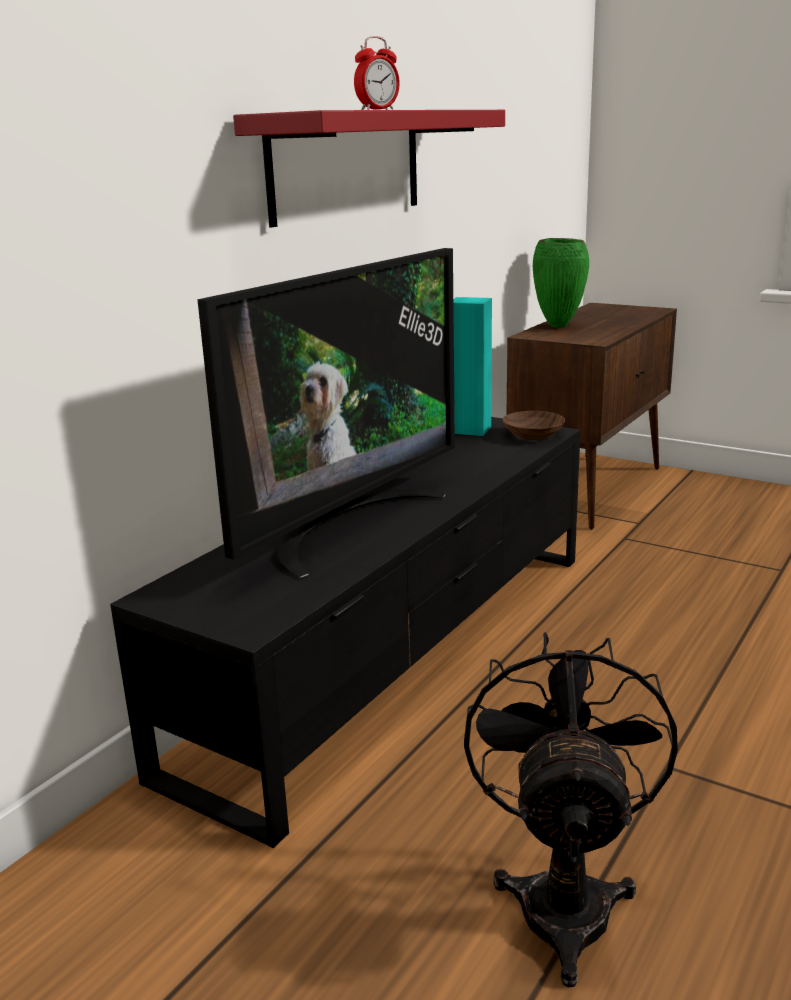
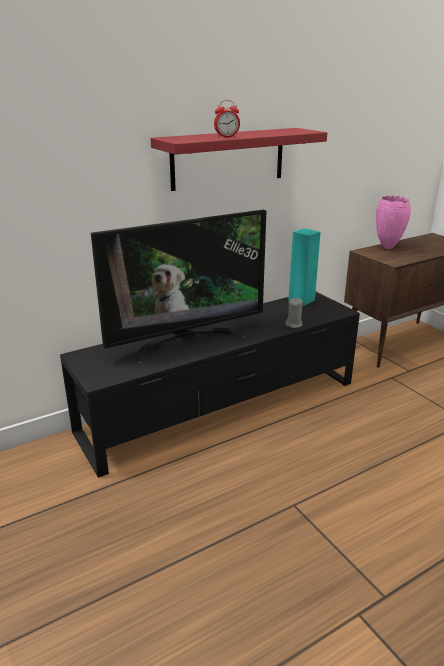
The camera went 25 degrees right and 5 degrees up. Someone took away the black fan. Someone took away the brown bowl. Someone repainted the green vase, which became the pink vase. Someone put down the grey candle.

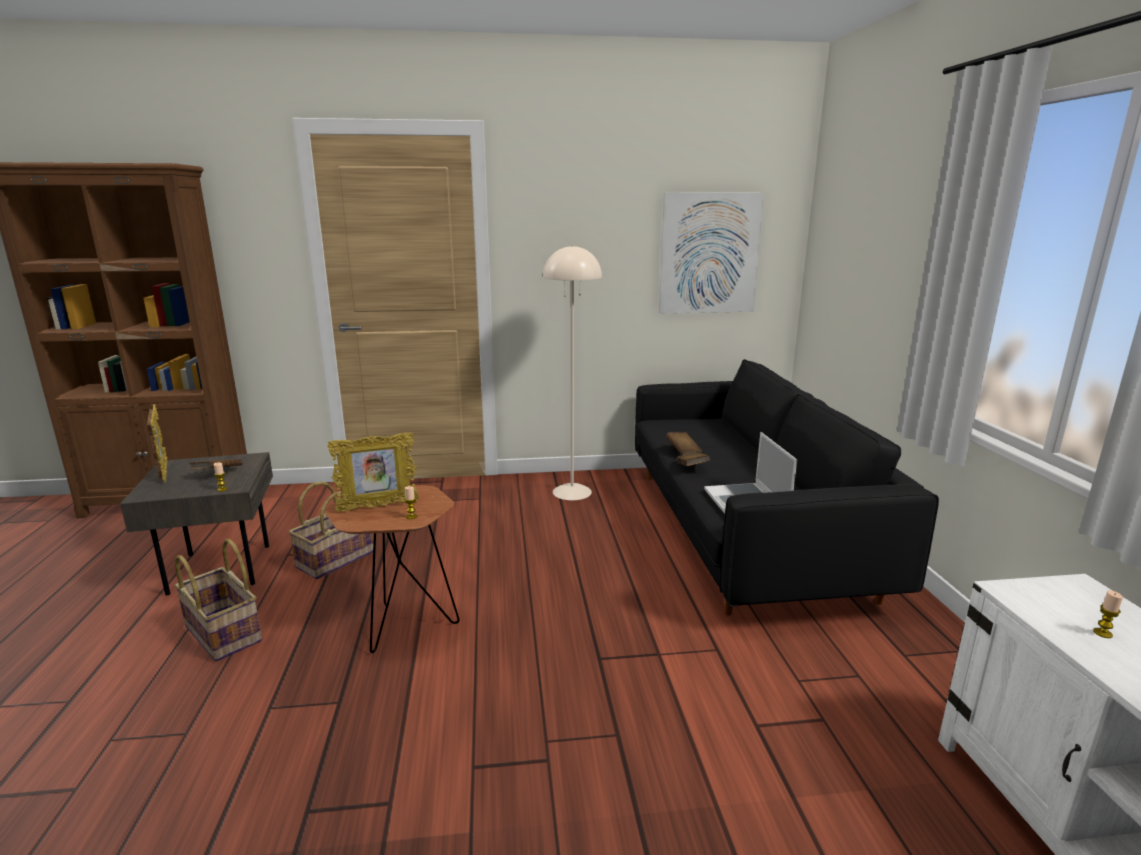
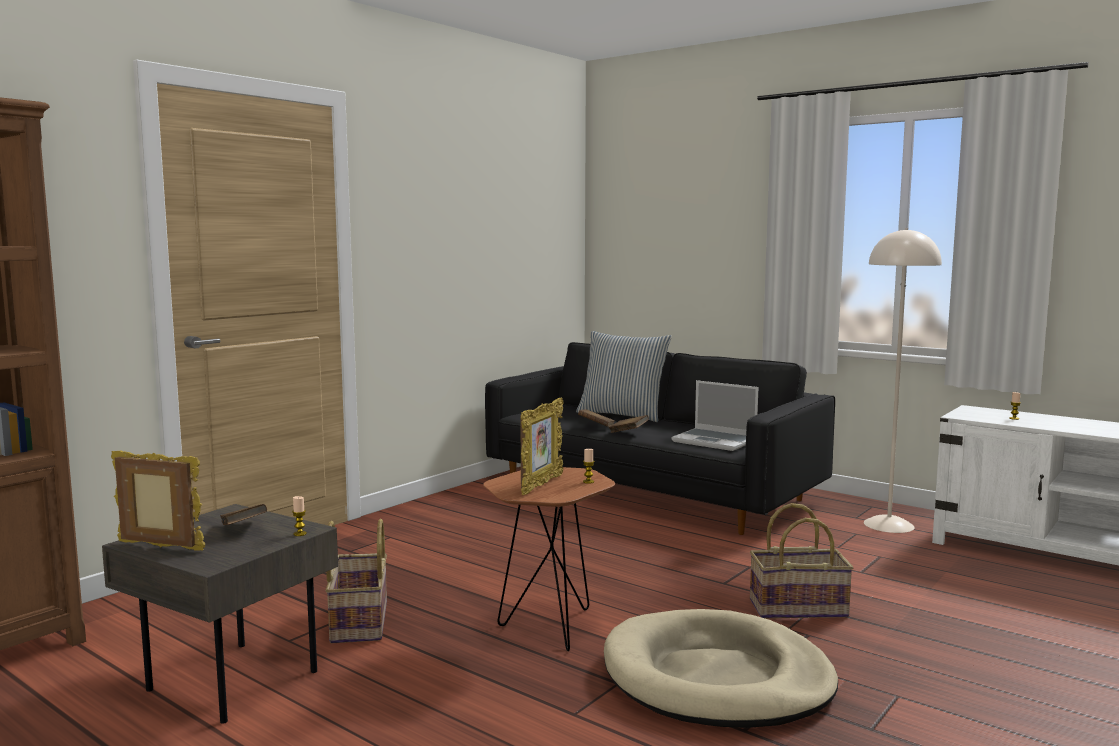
The camera went 45 degrees left and 10 degrees down. Someone carried the basket (1st from left in the first image). Someone carried the beige floor lamp. Someone took away the picture. Someone put down the pillow. Someone put down the beige dog bed.

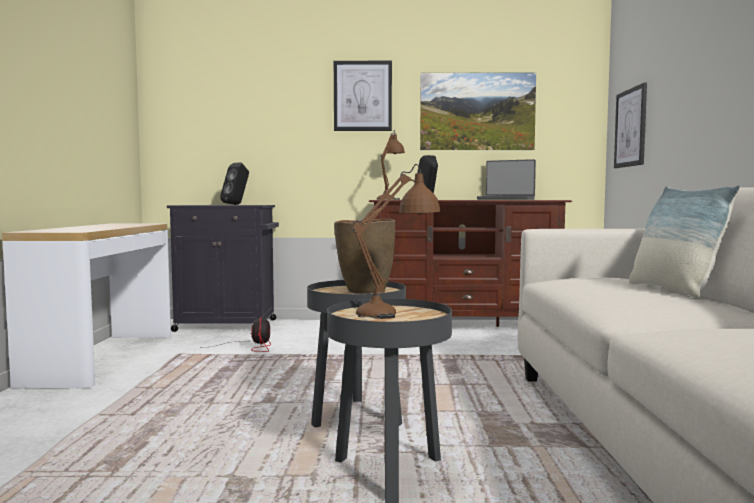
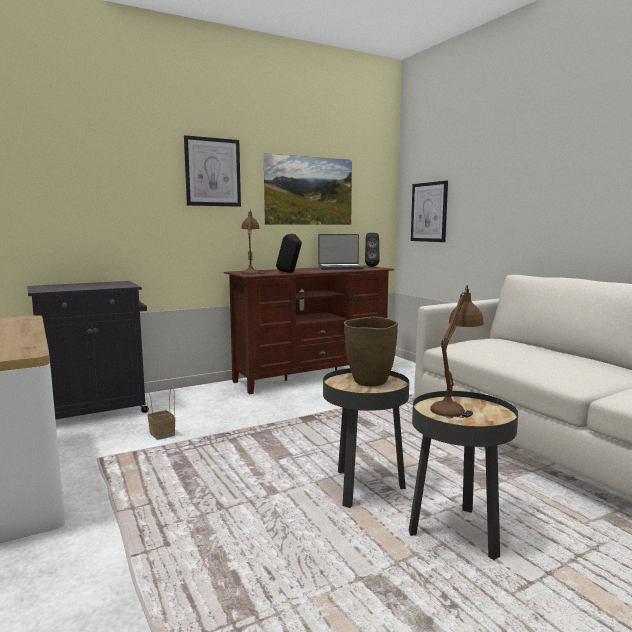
The camera went 30 degrees left and 5 degrees up. Someone swapped the fan for the basket. Someone carried the black speaker (1st from left in the first image). Someone took away the pillow.

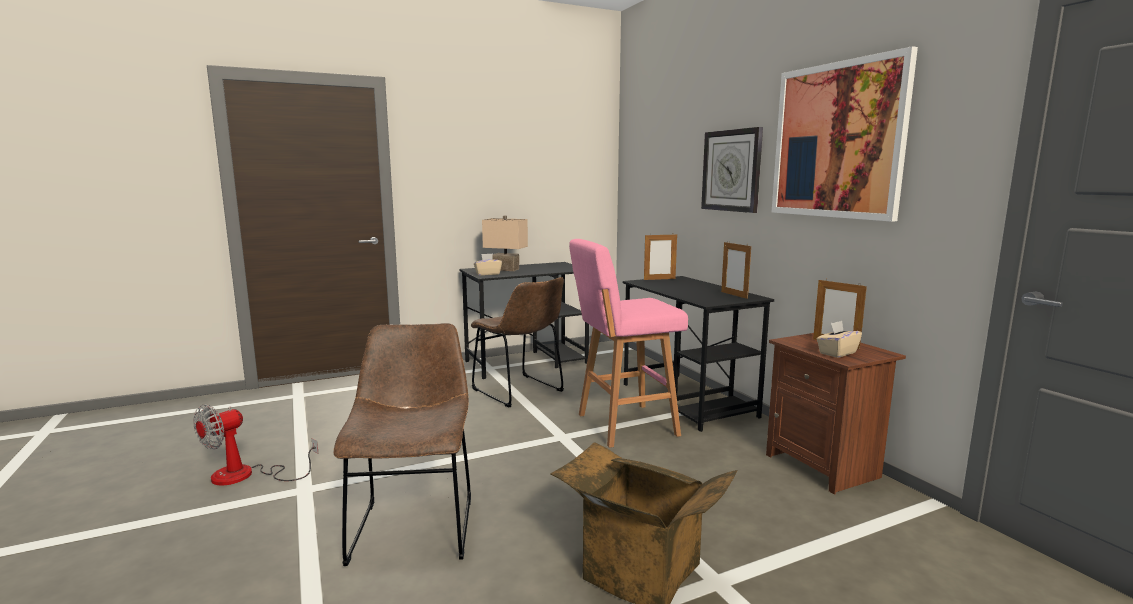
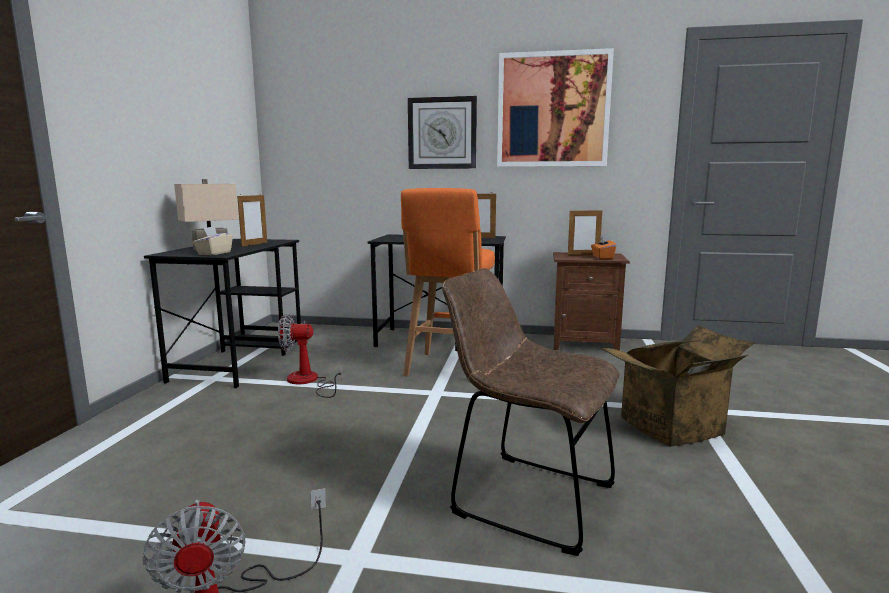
The camera went 55 degrees left and 0 degrees up. Someone swapped the brown chair (2nd from left) for the fan (2nd from left). Someone repainted the pink stool, which became the orange stool. Someone carried the picture frame (1st from left). Someone repainted the beige tissue box (2nd from left), which became the orange tissue box.

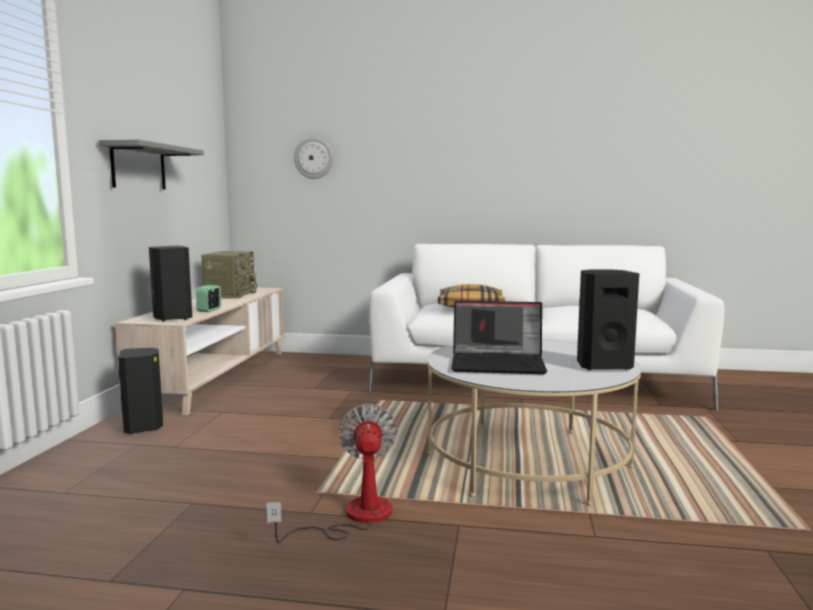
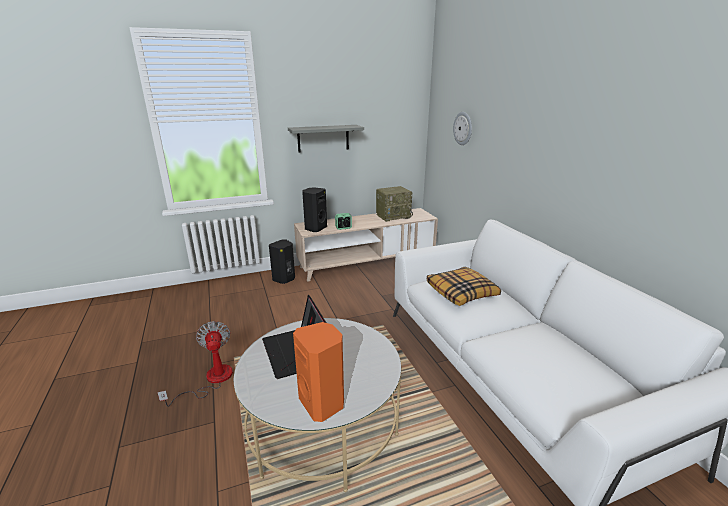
The camera went 60 degrees right and 15 degrees up. Someone rotated the fan by 75 degrees counterclockwise. Someone repainted the black speaker (3rd from left), which became the orange speaker.

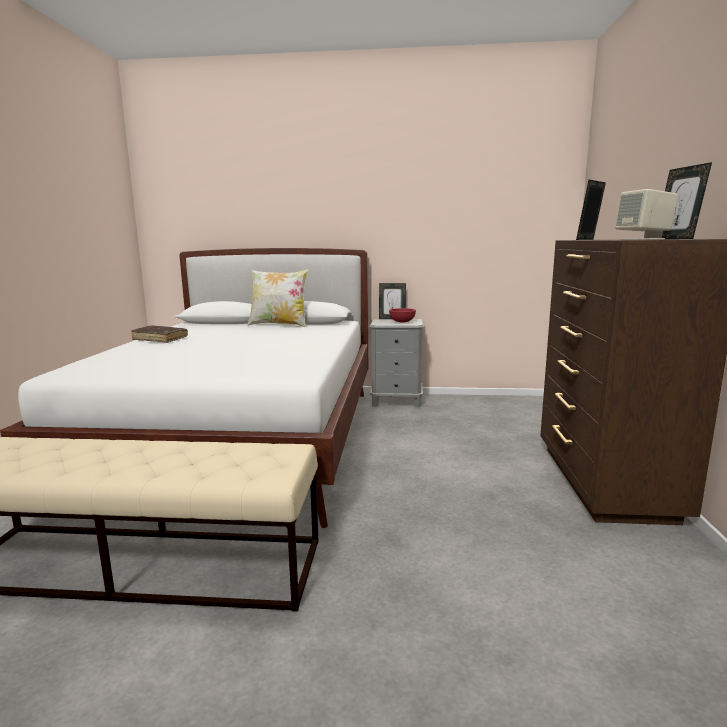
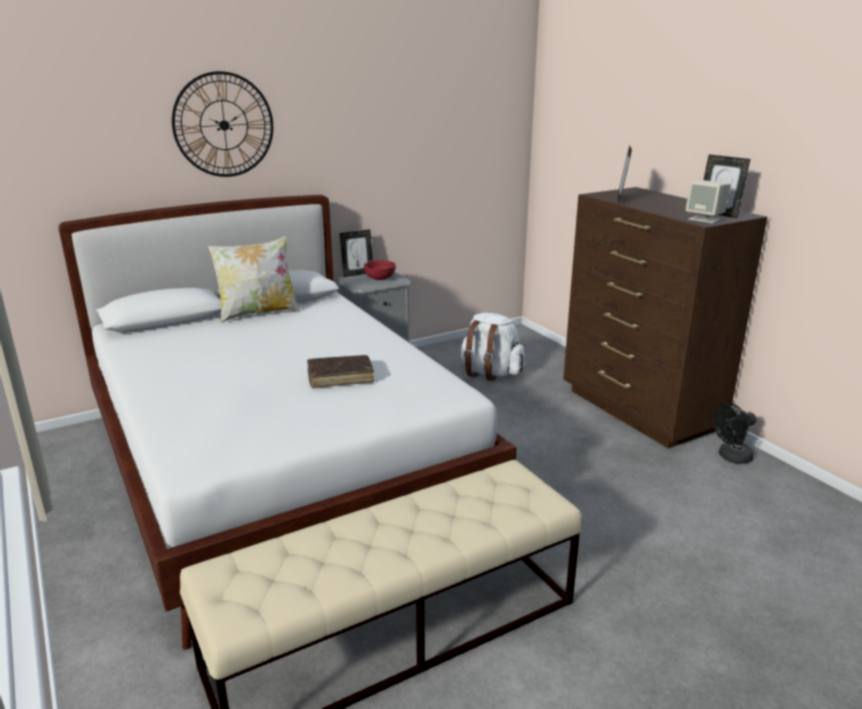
The camera went 35 degrees left and 10 degrees up. Someone carried the brown book. Someone put up the wall clock. Someone put down the white backpack. Someone put down the black fan.

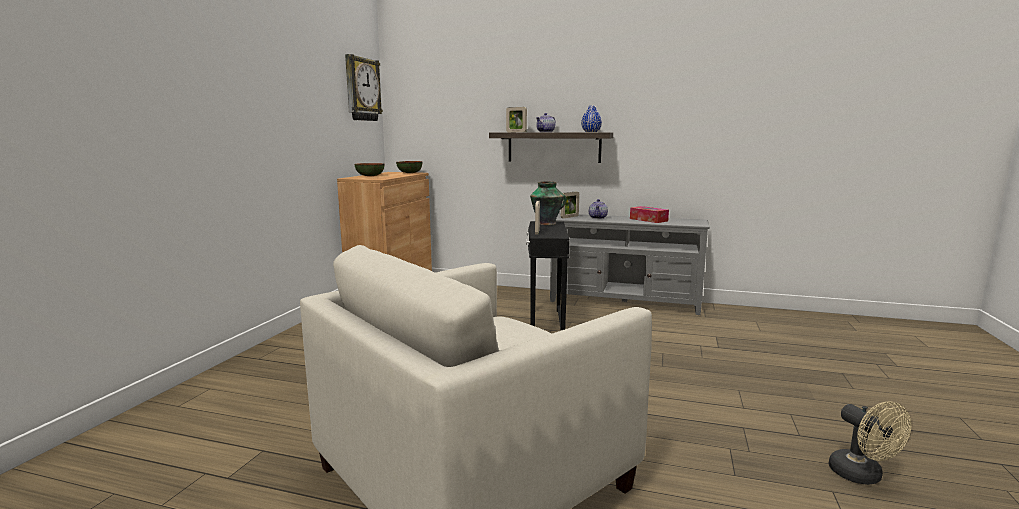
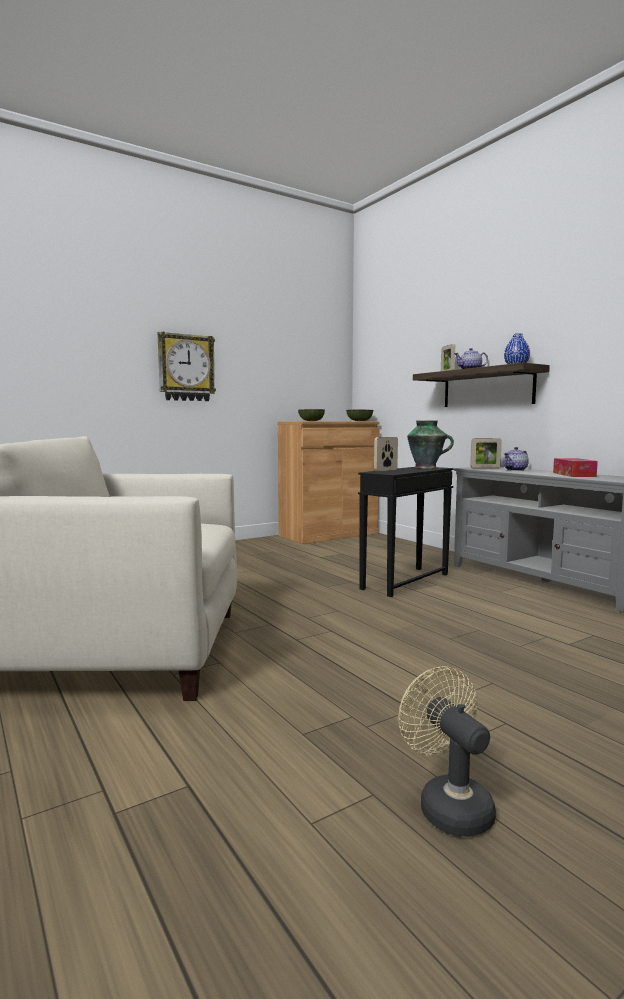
The camera went 40 degrees right and 5 degrees down. Someone carried the wall clock. Someone rotated the beige fan by 135 degrees clockwise.

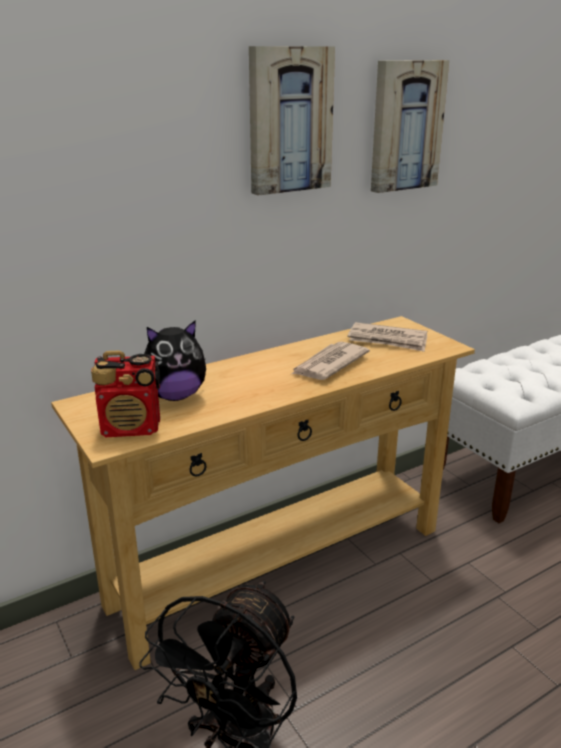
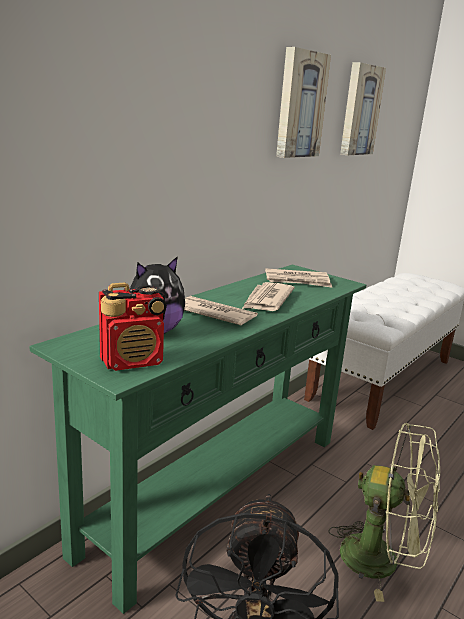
The camera went 20 degrees left and 5 degrees down. Someone repainted the beige console table, which became the green console table. Someone carried the picture (1st from left in the first image). Someone put down the newspaper (1st from left). Someone put down the green fan.

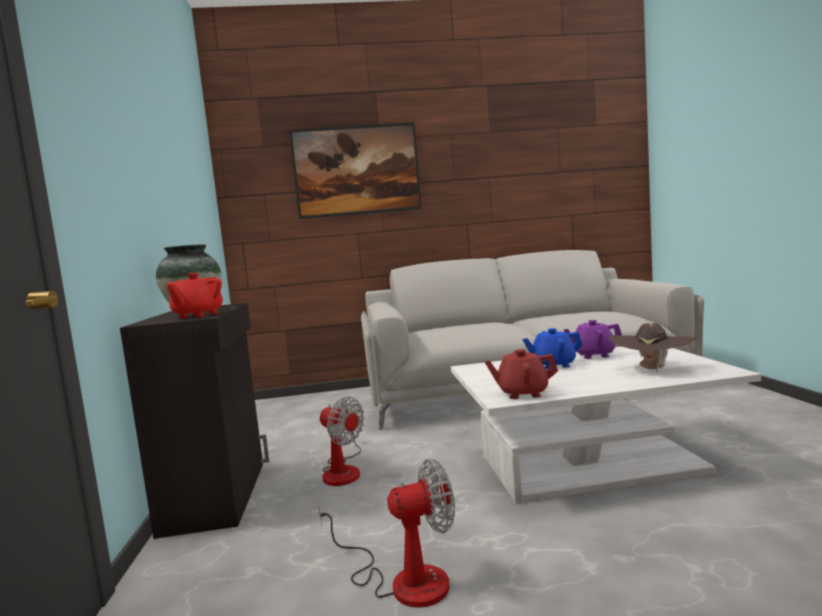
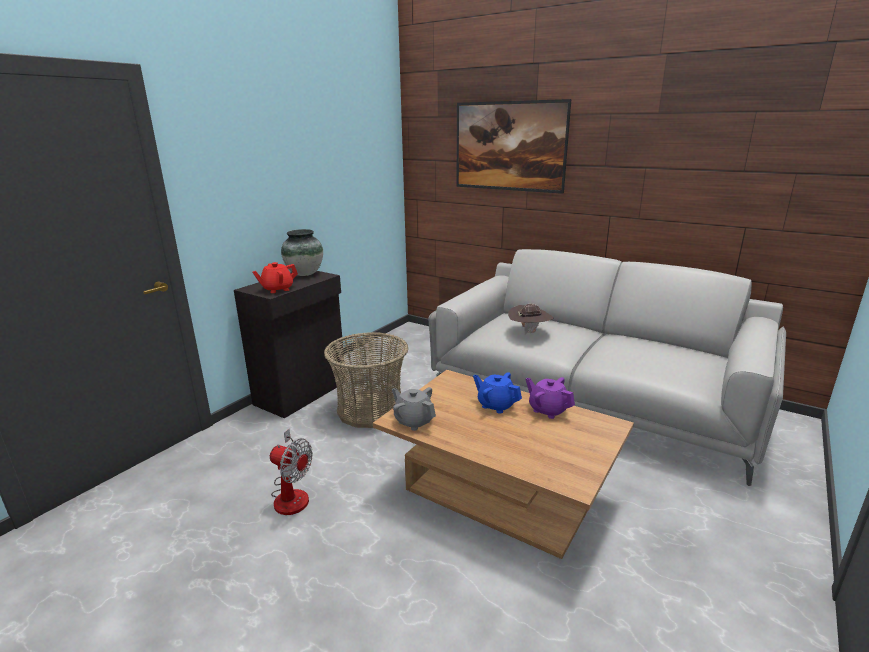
The camera went 40 degrees right and 15 degrees up. Someone swapped the fan (1st from left) for the basket. Someone repainted the white coffee table, which became the brown coffee table. Someone repainted the red teapot (2nd from left), which became the grey teapot. Someone carried the brown hat.

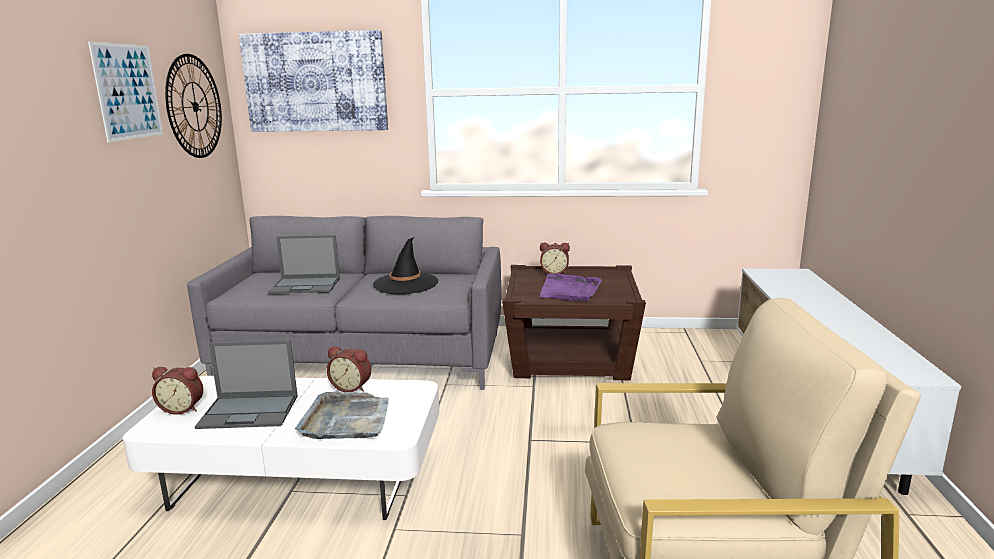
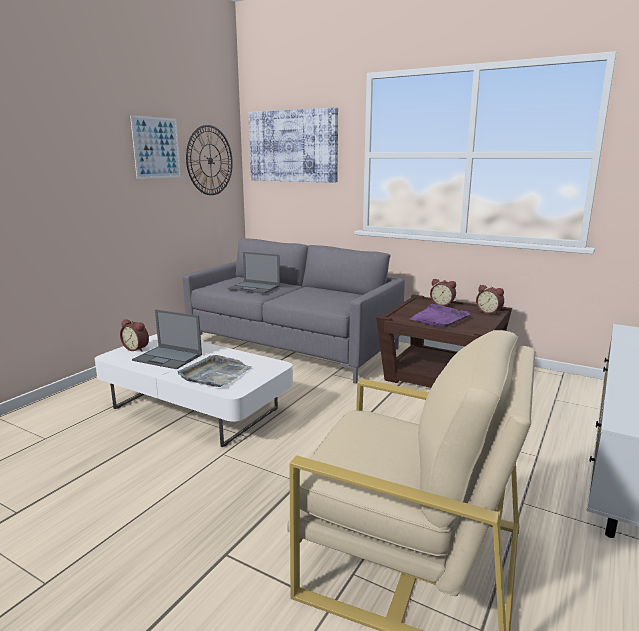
The camera went 25 degrees right and 0 degrees up. Someone carried the alarm clock (2nd from left in the first image). Someone took away the black hat.

